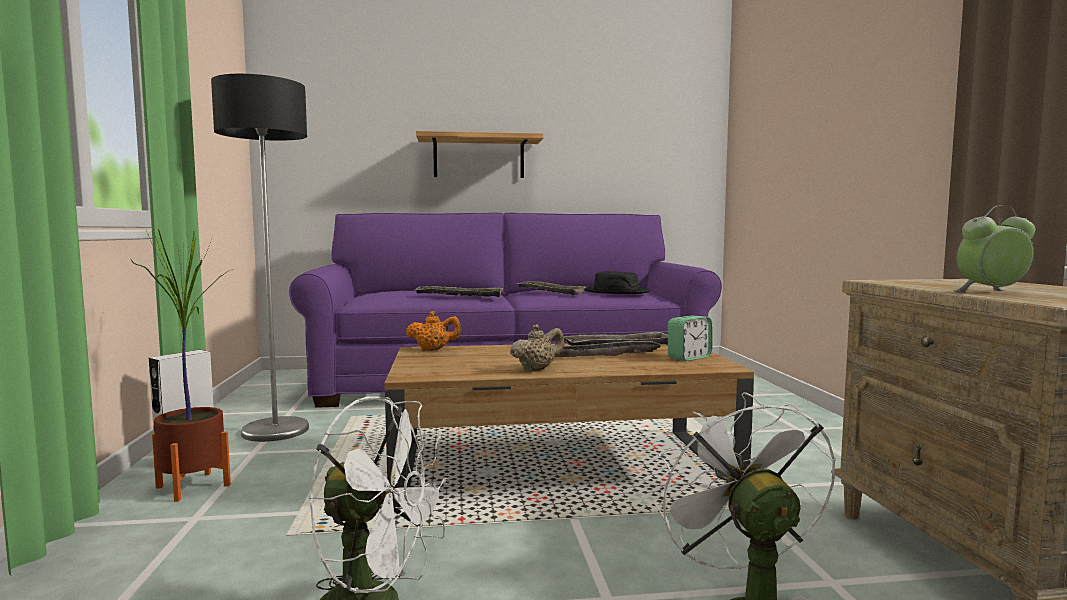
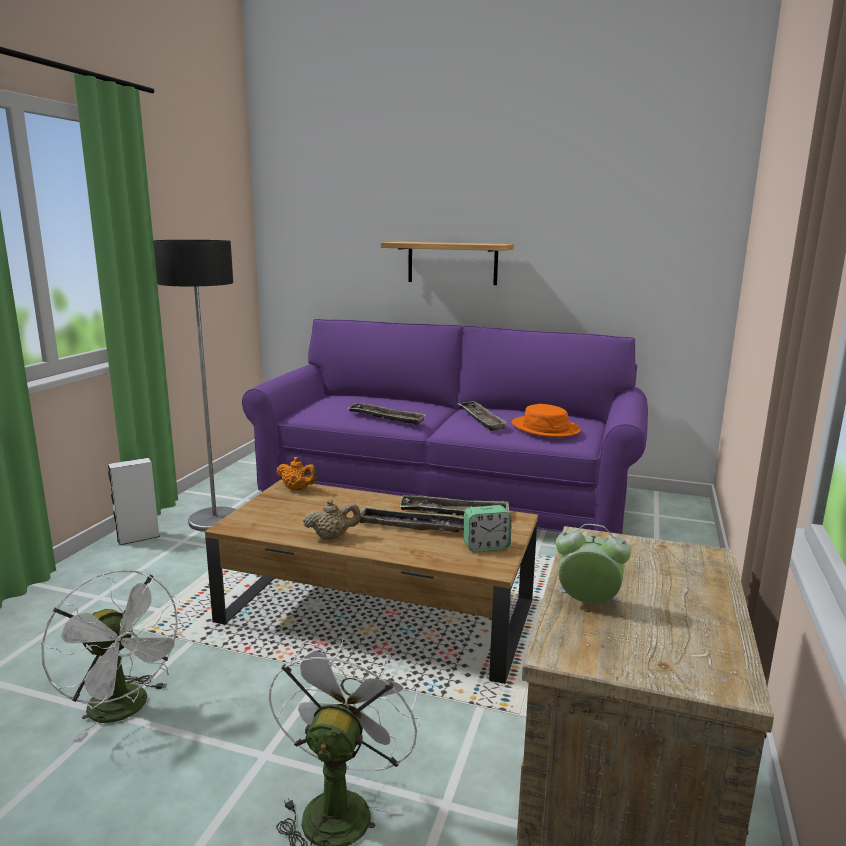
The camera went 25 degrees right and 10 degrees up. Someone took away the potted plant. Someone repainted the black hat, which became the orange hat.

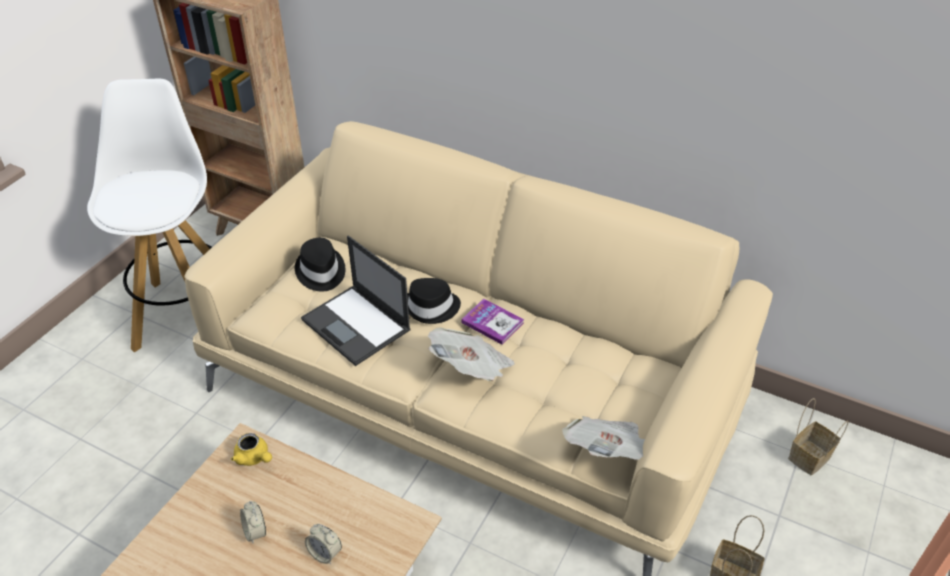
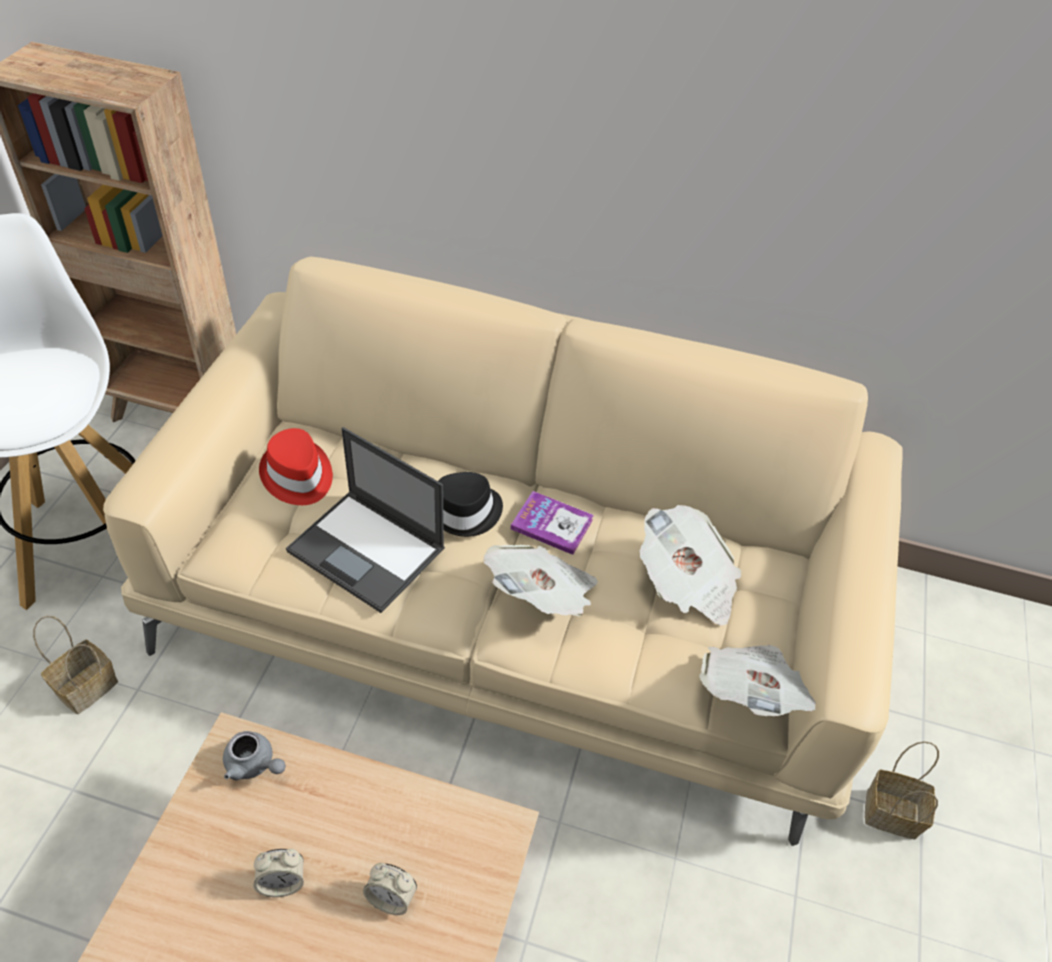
The camera went 15 degrees left and 5 degrees up. Someone repainted the yellow teapot, which became the grey teapot. Someone rotated the alarm clock (1st from left) by 60 degrees counterclockwise. Someone repainted the black hat (1st from left), which became the red hat. Someone carried the basket (2nd from left in the first image). Someone put down the newspaper (2nd from left).

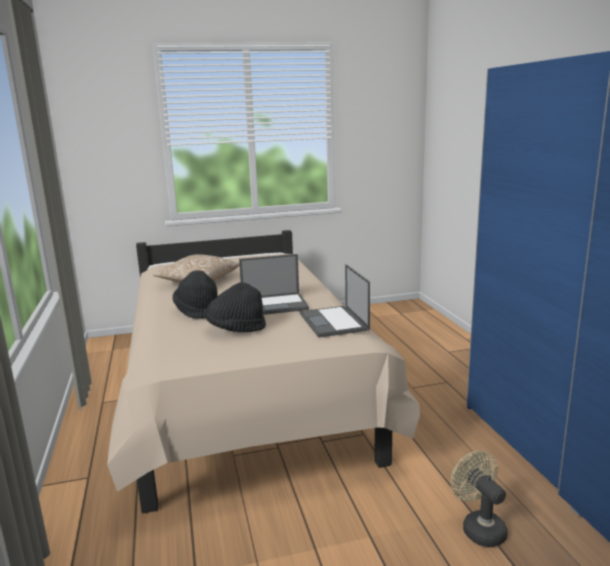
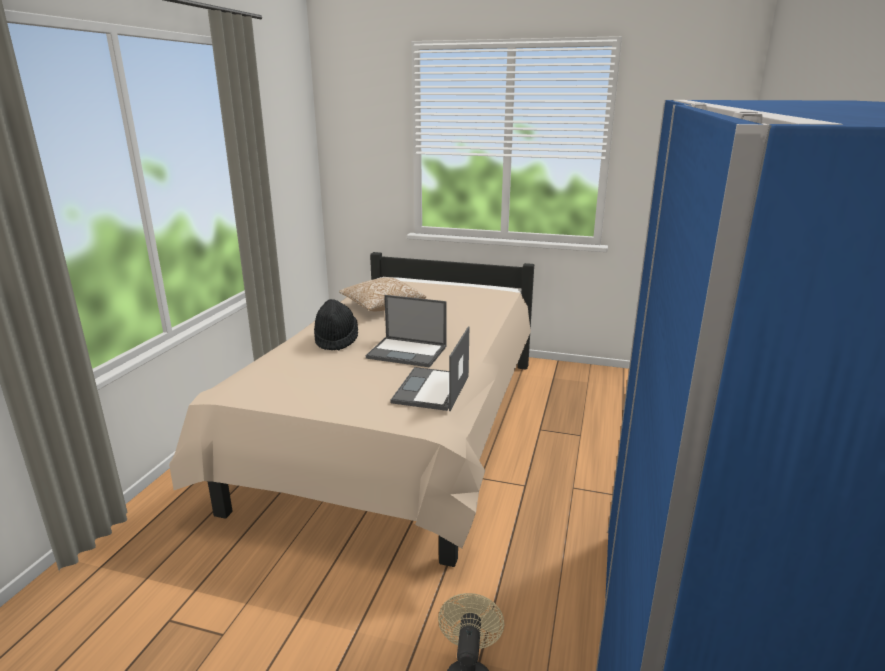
The camera went 30 degrees right and 5 degrees up. Someone took away the black hat (2nd from left).

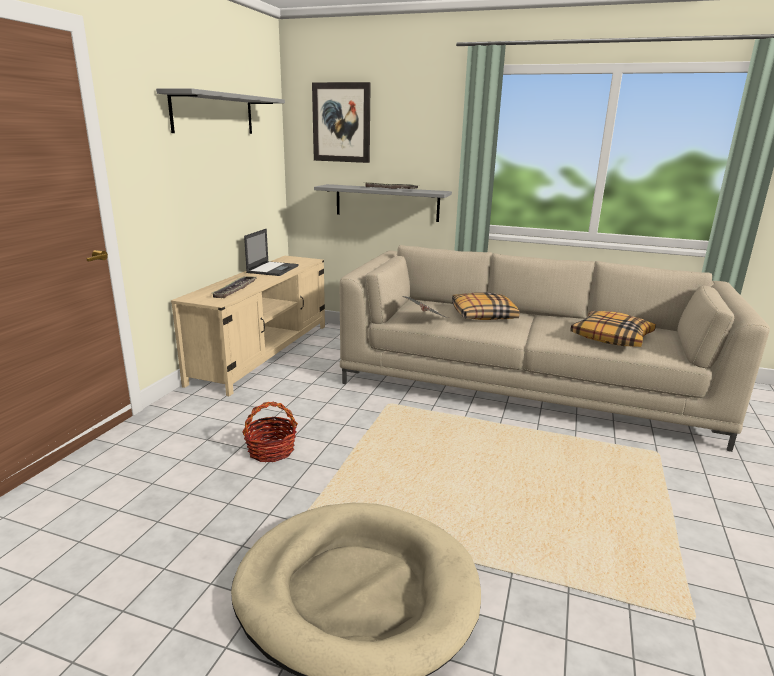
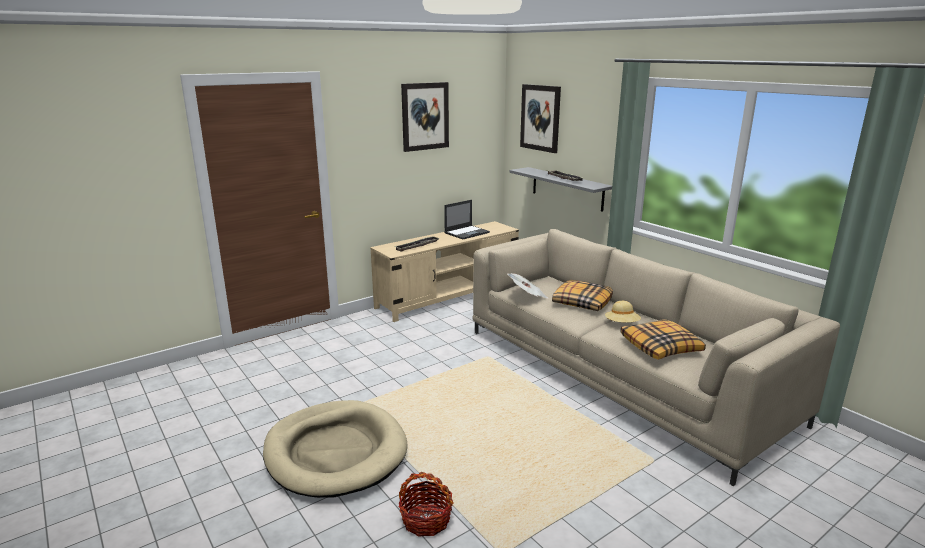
The camera went 35 degrees right and 0 degrees up. Someone swapped the grey shelf (1st from left) for the picture (1st from left). Someone carried the basket. Someone put down the beige hat.

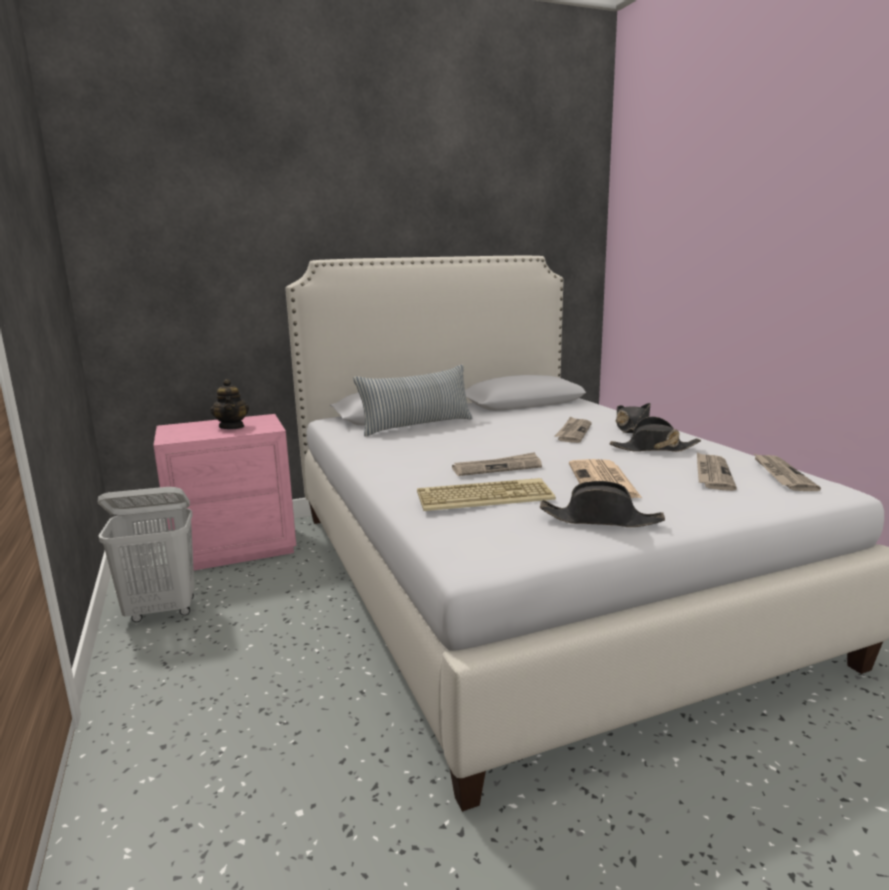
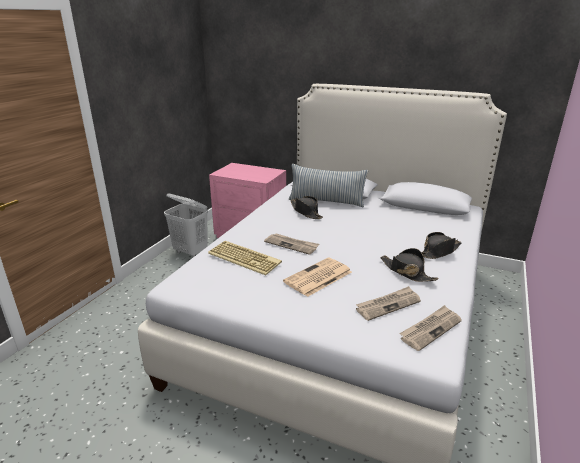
The camera went 45 degrees right and 10 degrees up. Someone took away the teapot. Someone carried the black hat (1st from left). Someone took away the newspaper (2nd from left).

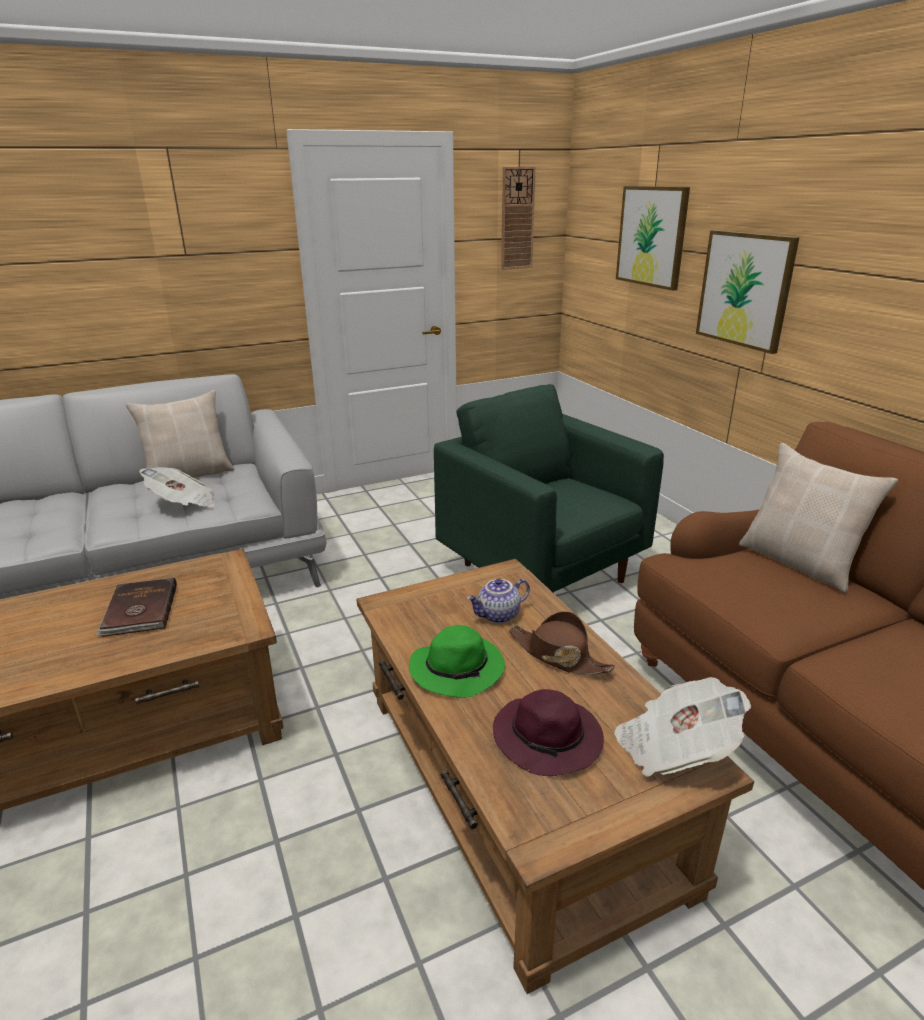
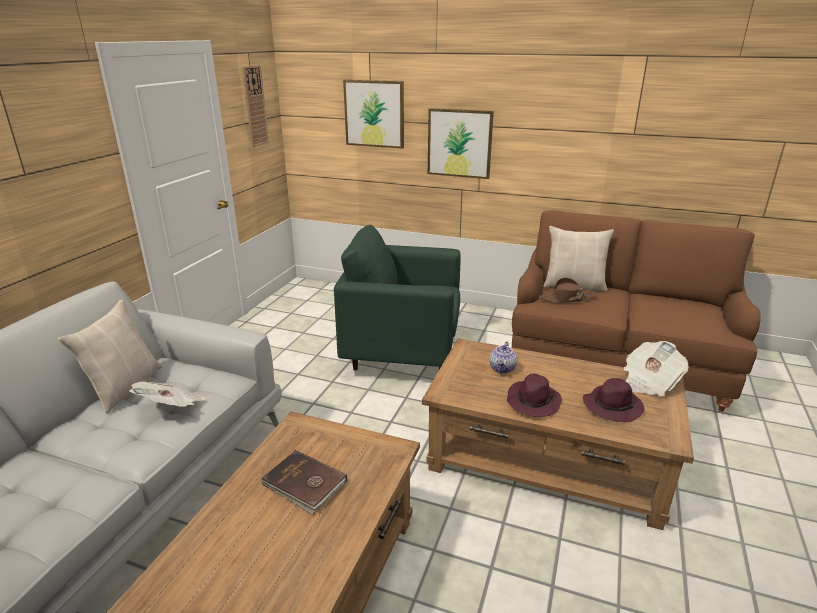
The camera went 45 degrees left and 0 degrees up. Someone repainted the green hat, which became the purple hat (1st from left). Someone carried the brown hat.

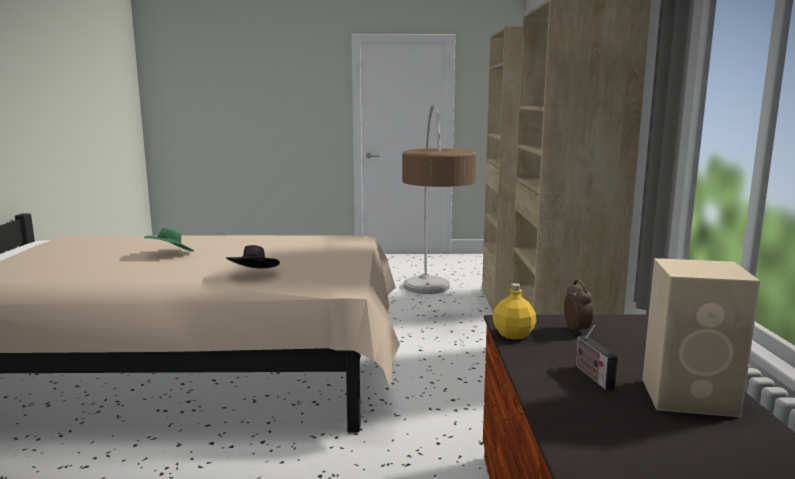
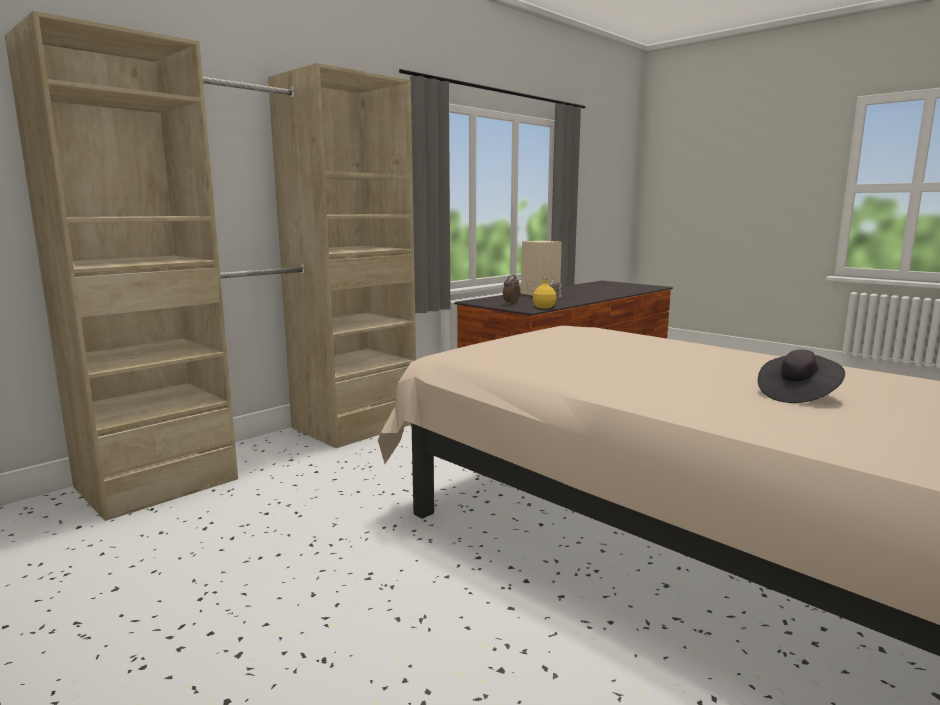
The camera went 135 degrees left and 0 degrees up. Someone took away the green hat. Someone carried the black hat. Someone took away the floor lamp.

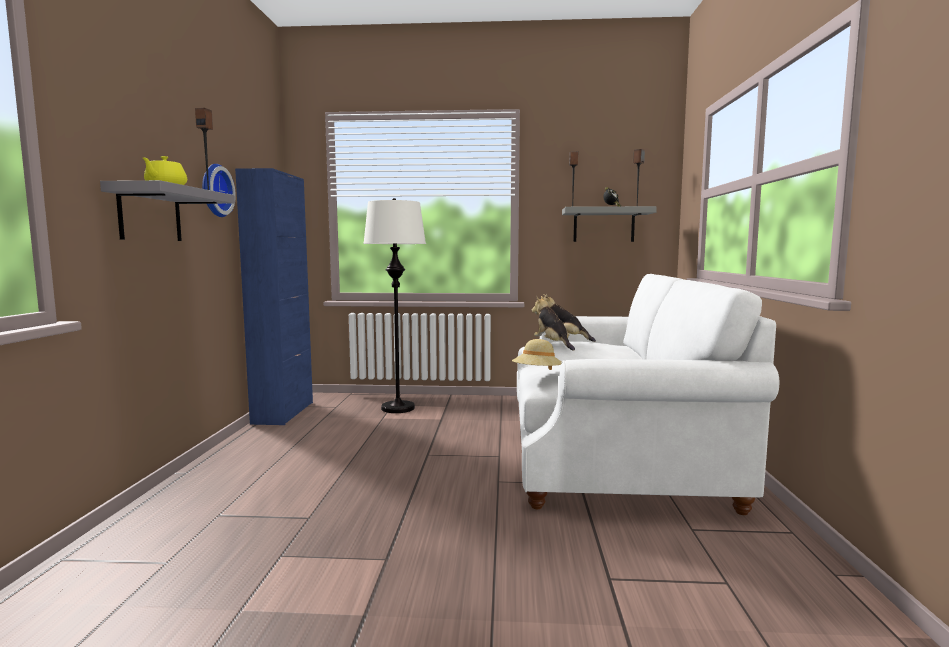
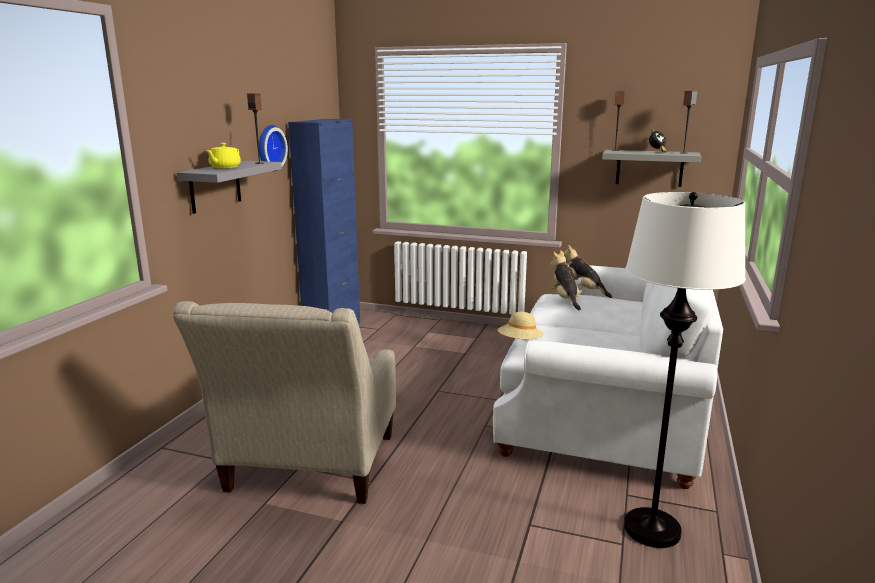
The camera went 15 degrees right and 10 degrees up. Someone carried the white floor lamp. Someone put down the beige armchair.

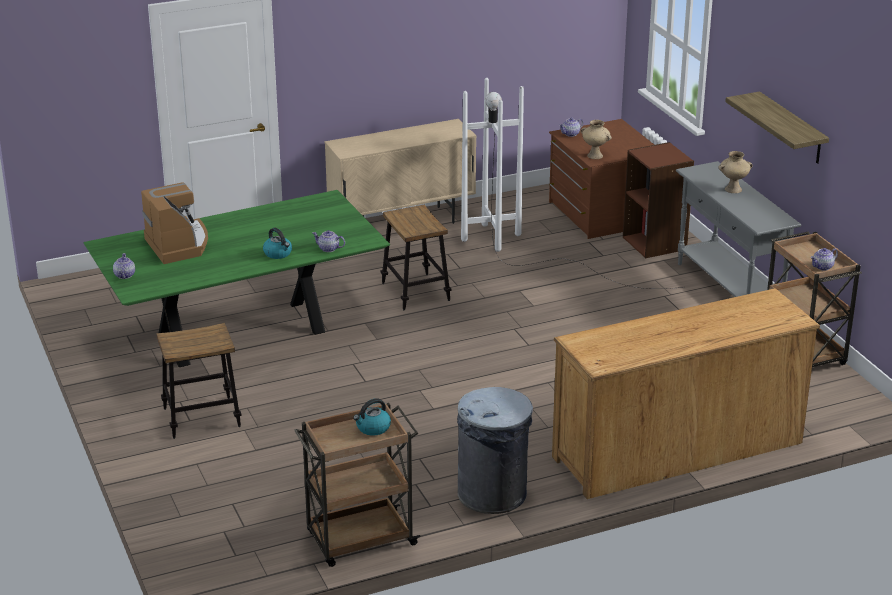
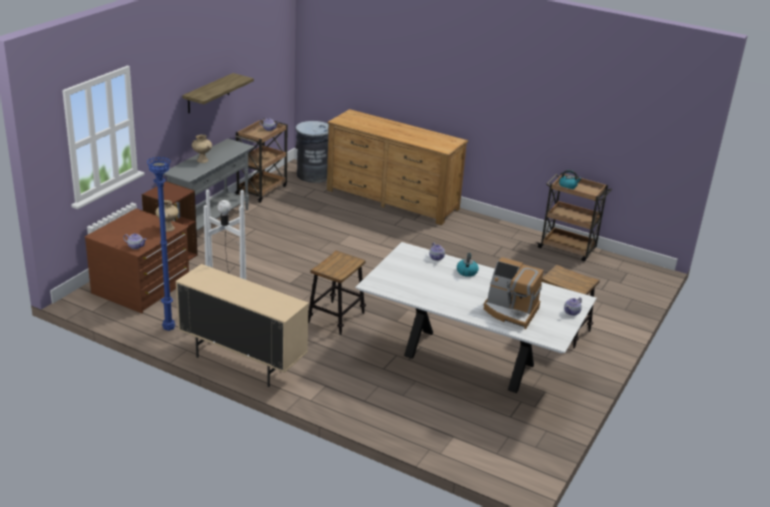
The camera went 130 degrees left and 0 degrees up. Someone repainted the green dining table, which became the white dining table. Someone rotated the coffee machine by 90 degrees counterclockwise. Someone carried the grey trash can. Someone put down the blue floor lamp.

